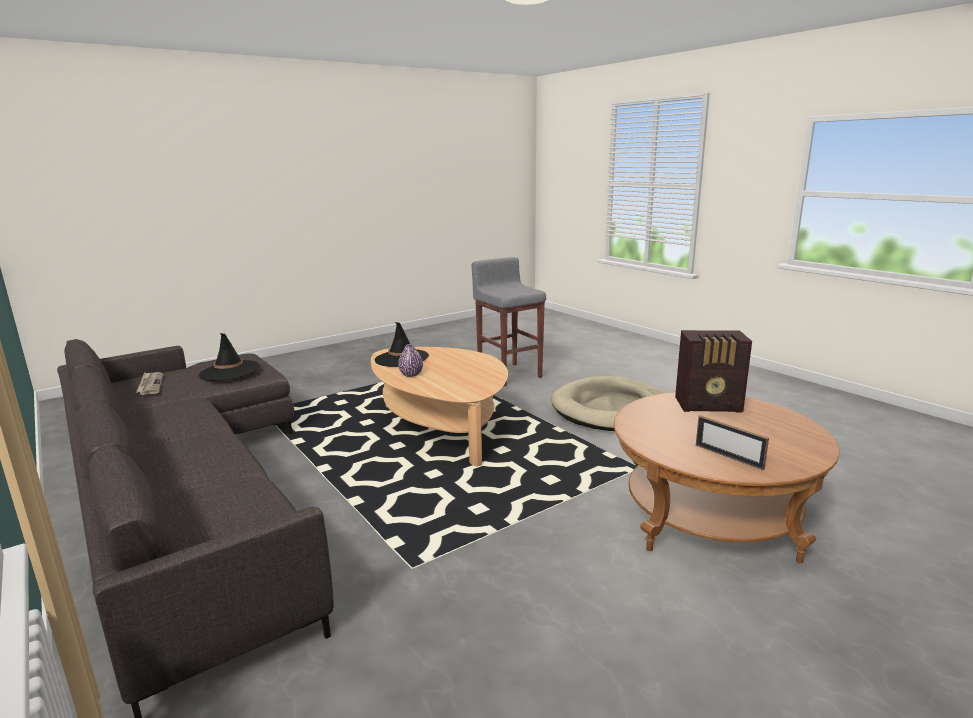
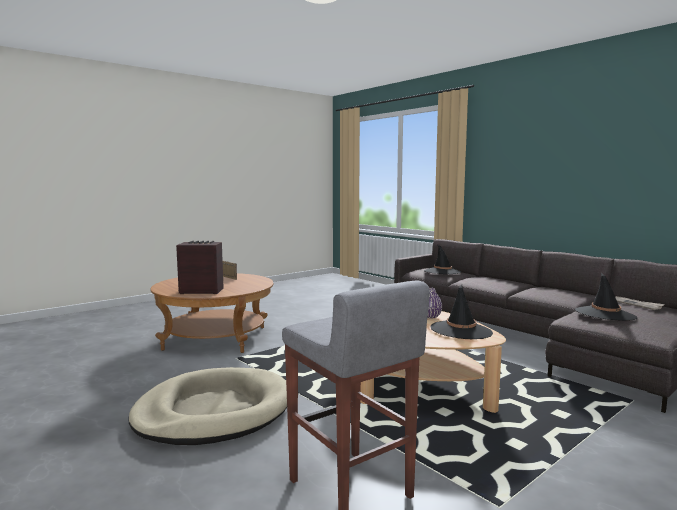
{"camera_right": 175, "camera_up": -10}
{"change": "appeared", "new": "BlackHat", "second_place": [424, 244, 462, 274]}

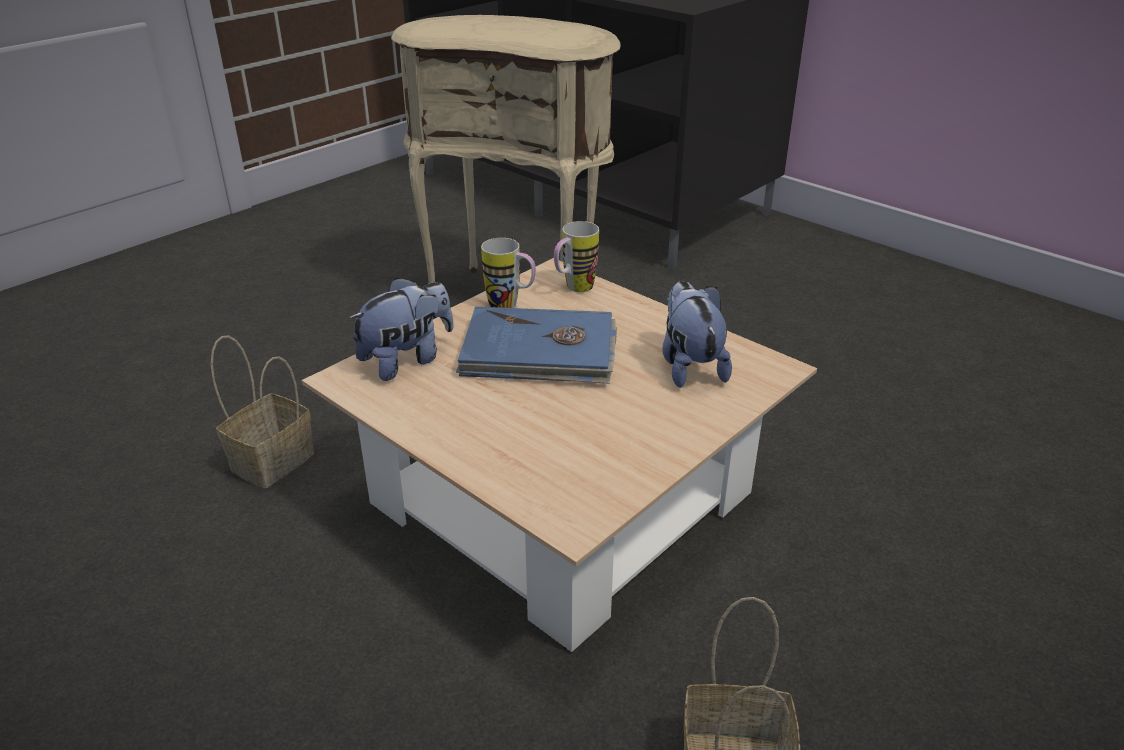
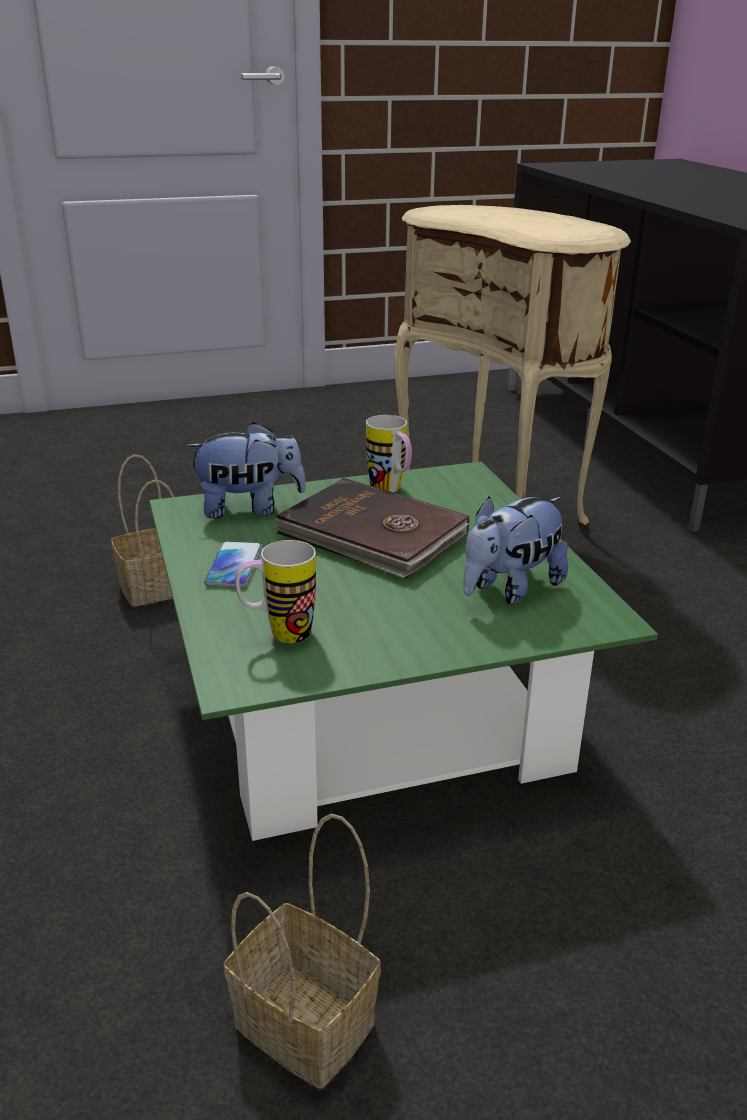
{"camera_right": 30, "camera_up": -5}
{"change": "appeared", "new": "Handset", "second_place": [204, 541, 262, 588]}
{"change": "relocated", "old": "Mug", "first_place": [554, 221, 599, 292], "second_place": [235, 540, 316, 643]}
{"change": "colour", "old": "BeigeColouredLoungeTable", "new": "GreenLoungeTable", "first_place": [302, 258, 817, 652], "second_place": [149, 461, 658, 841]}
{"change": "colour", "old": "BlueBook", "new": "BrownBook", "first_place": [456, 307, 617, 384], "second_place": [274, 478, 469, 579]}
{"change": "spun", "old": "SoftToy", "first_place": [662, 281, 732, 388], "second_place": [463, 496, 568, 604], "degrees": -150}

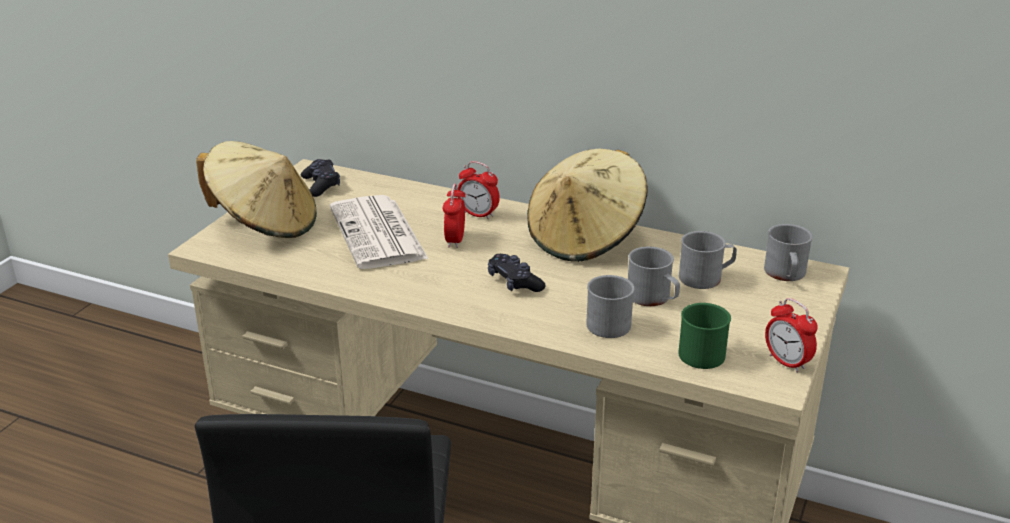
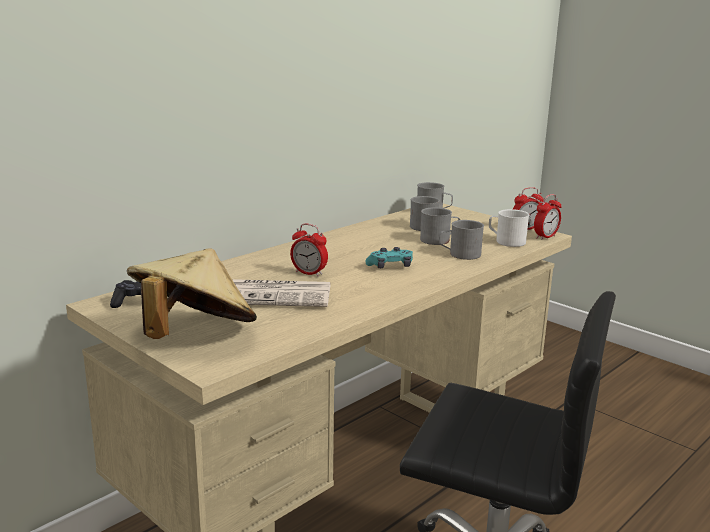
{"camera_right": -70, "camera_up": -10}
{"change": "missing", "old": "BeigeColouredHat", "first_place": [527, 149, 647, 262]}
{"change": "relocated", "old": "BedsideClock", "first_place": [457, 161, 500, 220], "second_place": [534, 194, 562, 240]}
{"change": "colour", "old": "BlackGamepad", "new": "TurquoiseGamepad", "first_place": [488, 254, 546, 292], "second_place": [366, 247, 413, 268]}
{"change": "colour", "old": "GreenMug", "new": "WhiteMug", "first_place": [679, 303, 731, 369], "second_place": [489, 209, 530, 247]}

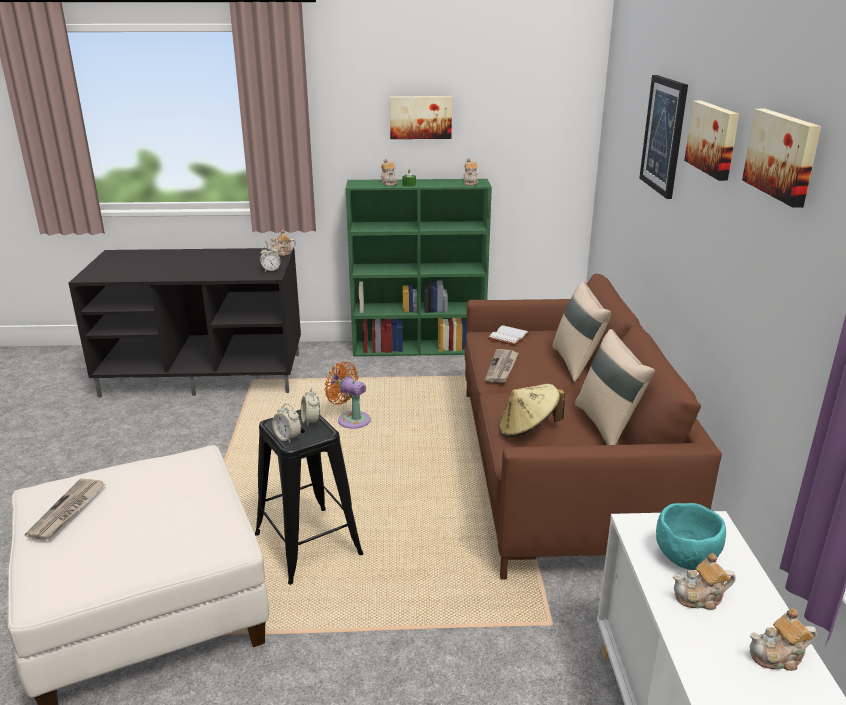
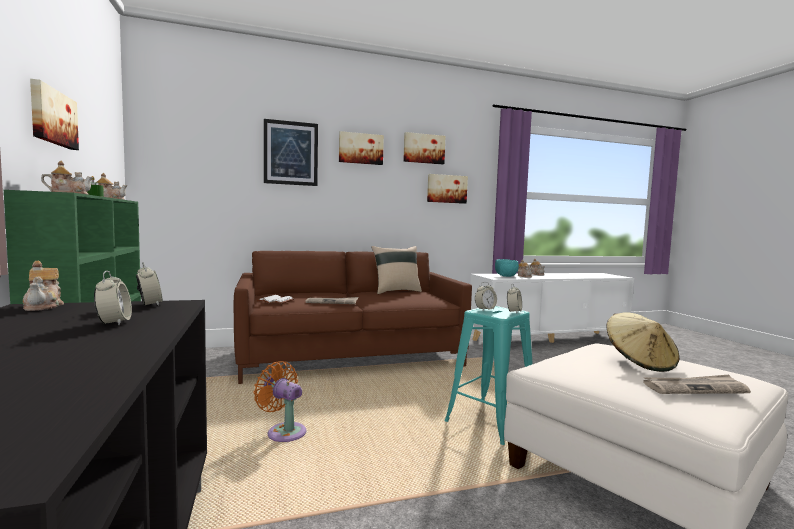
{"camera_right": -105, "camera_up": -20}
{"change": "missing", "old": "BeigeColouredThrowPillow", "first_place": [552, 281, 611, 382]}
{"change": "appeared", "new": "BedsideClock", "second_place": [94, 271, 132, 325]}
{"change": "appeared", "new": "WallArt", "second_place": [427, 174, 468, 204]}
{"change": "relocated", "old": "BeigeColouredHat", "first_place": [499, 384, 565, 438], "second_place": [607, 312, 679, 372]}
{"change": "colour", "old": "BlackStoolSeat", "new": "TurquoiseStoolSeat", "first_place": [255, 409, 364, 585], "second_place": [444, 306, 532, 445]}
{"change": "spun", "old": "OrangeFan", "first_place": [324, 362, 371, 429], "second_place": [254, 361, 307, 442], "degrees": 105}

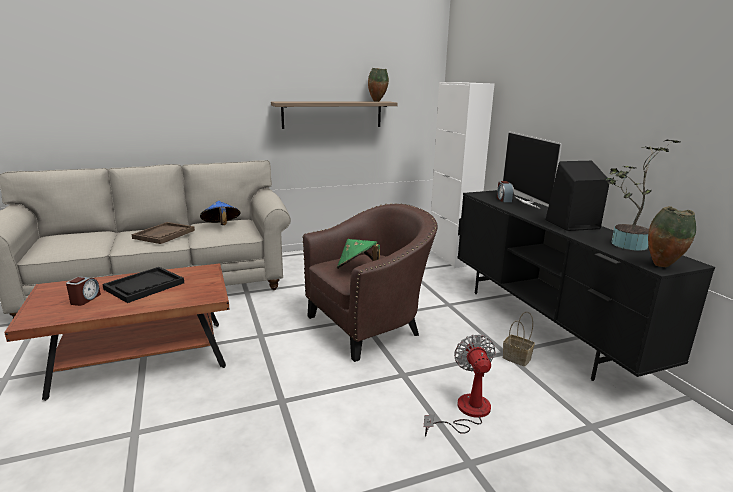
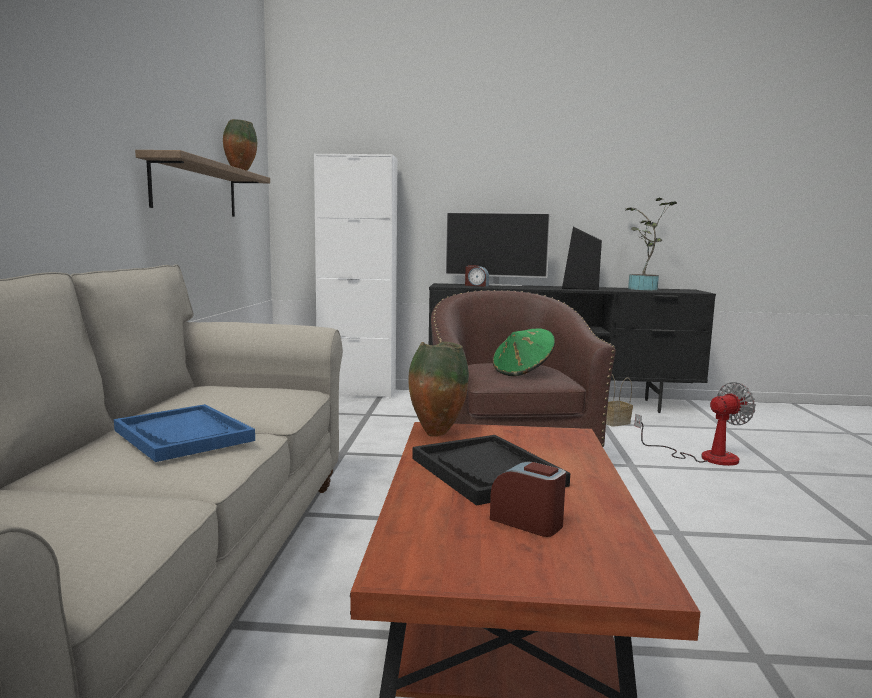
{"camera_right": -65, "camera_up": -10}
{"change": "missing", "old": "BlueHat", "first_place": [200, 201, 241, 225]}
{"change": "relocated", "old": "Vase", "first_place": [648, 206, 696, 267], "second_place": [408, 342, 469, 437]}
{"change": "colour", "old": "BrownTray", "new": "BlueTray", "first_place": [131, 222, 195, 244], "second_place": [114, 404, 255, 462]}
{"change": "spun", "old": "Fan", "first_place": [424, 334, 496, 437], "second_place": [634, 382, 756, 466], "degrees": 135}

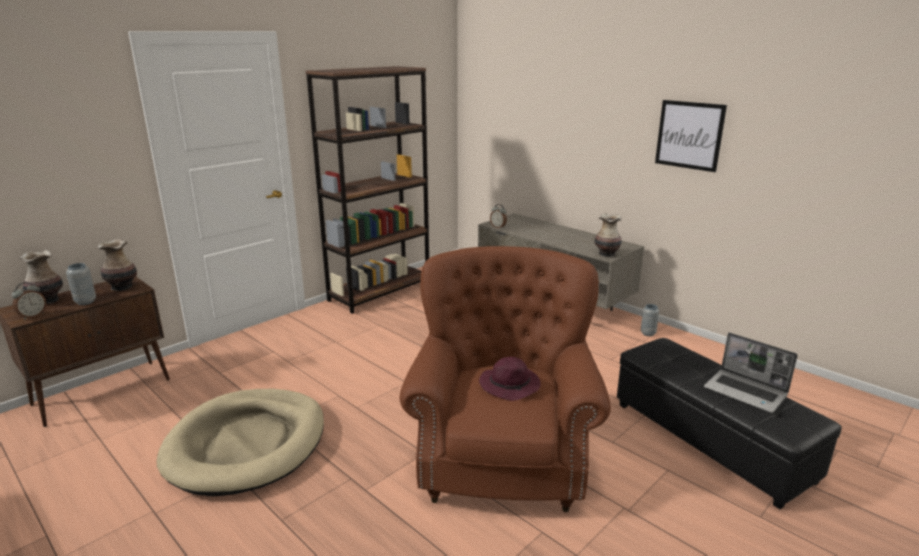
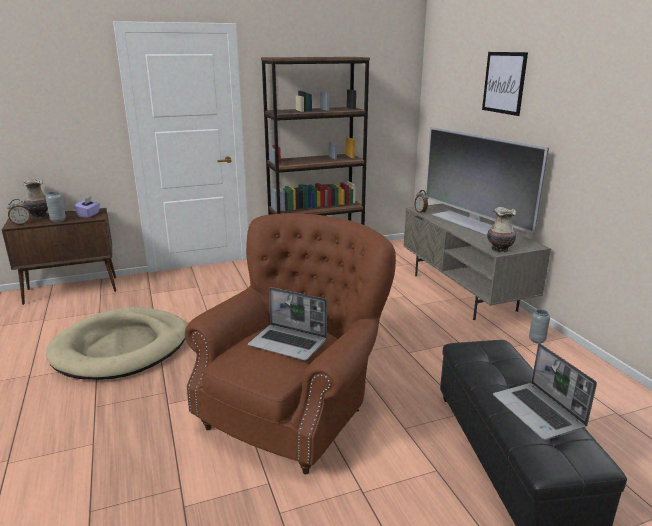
{"camera_right": 25, "camera_up": 0}
{"change": "appeared", "new": "Television", "second_place": [425, 127, 549, 235]}
{"change": "relocated", "old": "WallArt", "first_place": [655, 100, 727, 172], "second_place": [482, 52, 528, 116]}
{"change": "exchanged", "old": "Vase", "new": "PurpleTissueBox", "first_place": [98, 239, 137, 291], "second_place": [74, 196, 100, 218]}
{"change": "exchanged", "old": "PurpleHat", "new": "PortableComputer", "first_place": [479, 357, 541, 401], "second_place": [248, 287, 327, 361]}

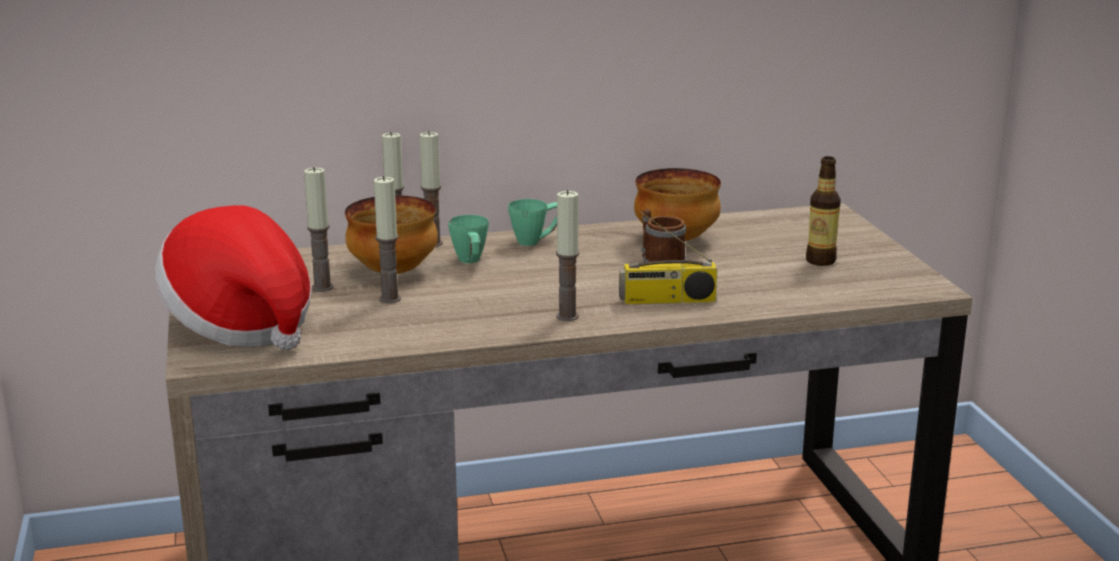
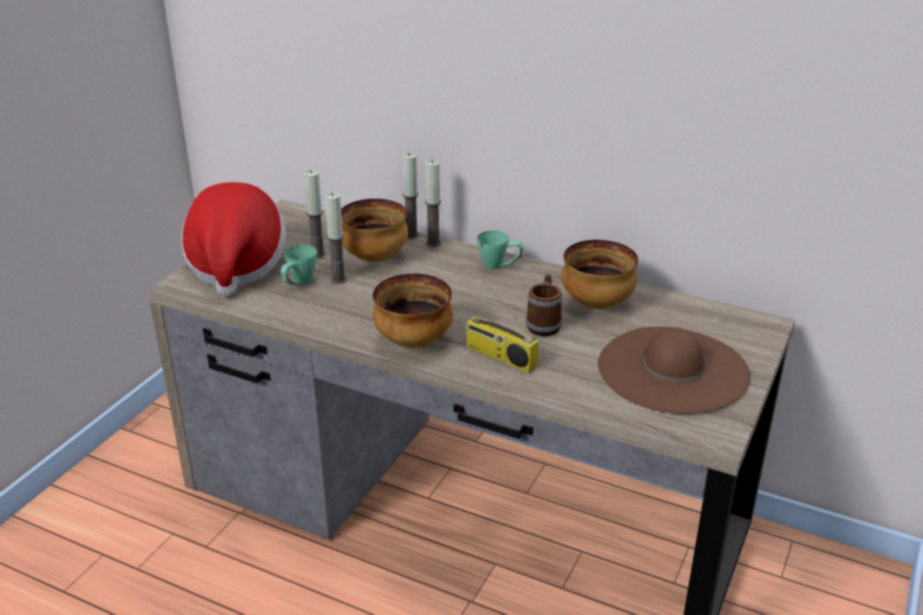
{"camera_right": 40, "camera_up": 10}
{"change": "relocated", "old": "GreenMug", "first_place": [448, 215, 489, 263], "second_place": [280, 244, 317, 285]}
{"change": "exchanged", "old": "Candle", "new": "Bowl", "first_place": [556, 190, 579, 321], "second_place": [373, 274, 453, 348]}
{"change": "exchanged", "old": "Bottle", "new": "BrownHat", "first_place": [806, 156, 841, 266], "second_place": [598, 326, 750, 414]}

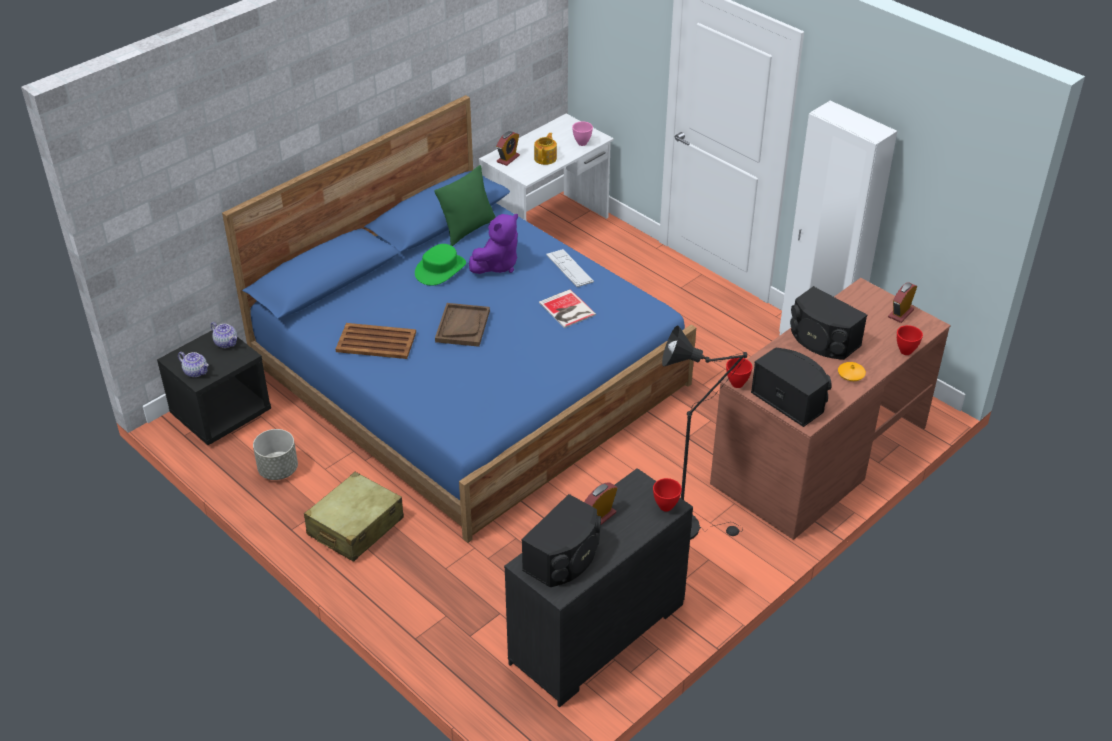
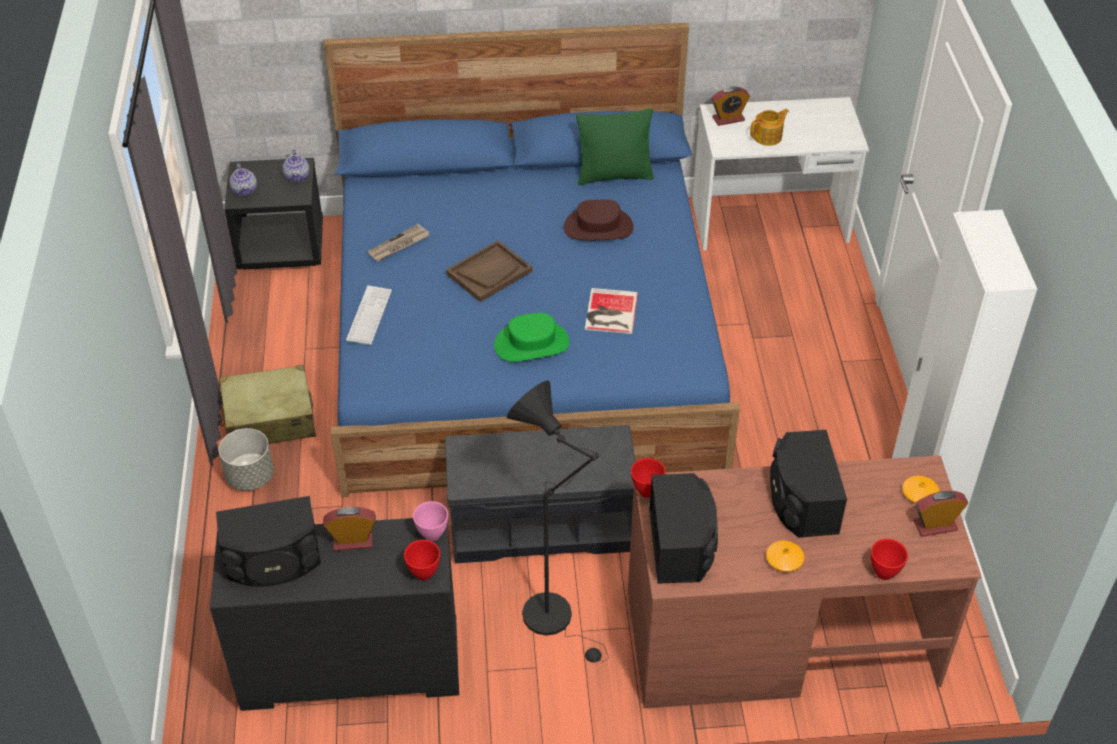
{"camera_right": 40, "camera_up": 5}
{"change": "appeared", "new": "GreyLongSeat", "second_place": [445, 425, 635, 564]}
{"change": "appeared", "new": "OrangeVase", "second_place": [903, 476, 940, 504]}
{"change": "relocated", "old": "GreyFlowerPot", "first_place": [253, 429, 298, 480], "second_place": [219, 428, 274, 491]}
{"change": "relocated", "old": "GreenHat", "first_place": [415, 244, 466, 286], "second_place": [494, 313, 570, 362]}
{"change": "relocated", "old": "ComputerKeyboard", "first_place": [546, 249, 594, 287], "second_place": [346, 285, 392, 345]}
{"change": "relocated", "old": "PinkBowl", "first_place": [572, 121, 593, 146], "second_place": [413, 501, 448, 541]}
{"change": "exchanged", "old": "BrownTray", "new": "PrintedPaper", "first_place": [336, 323, 416, 359], "second_place": [367, 224, 429, 261]}
{"change": "exchanged", "old": "PurpleSoftToy", "new": "BrownHat", "first_place": [469, 214, 518, 274], "second_place": [564, 200, 634, 240]}

